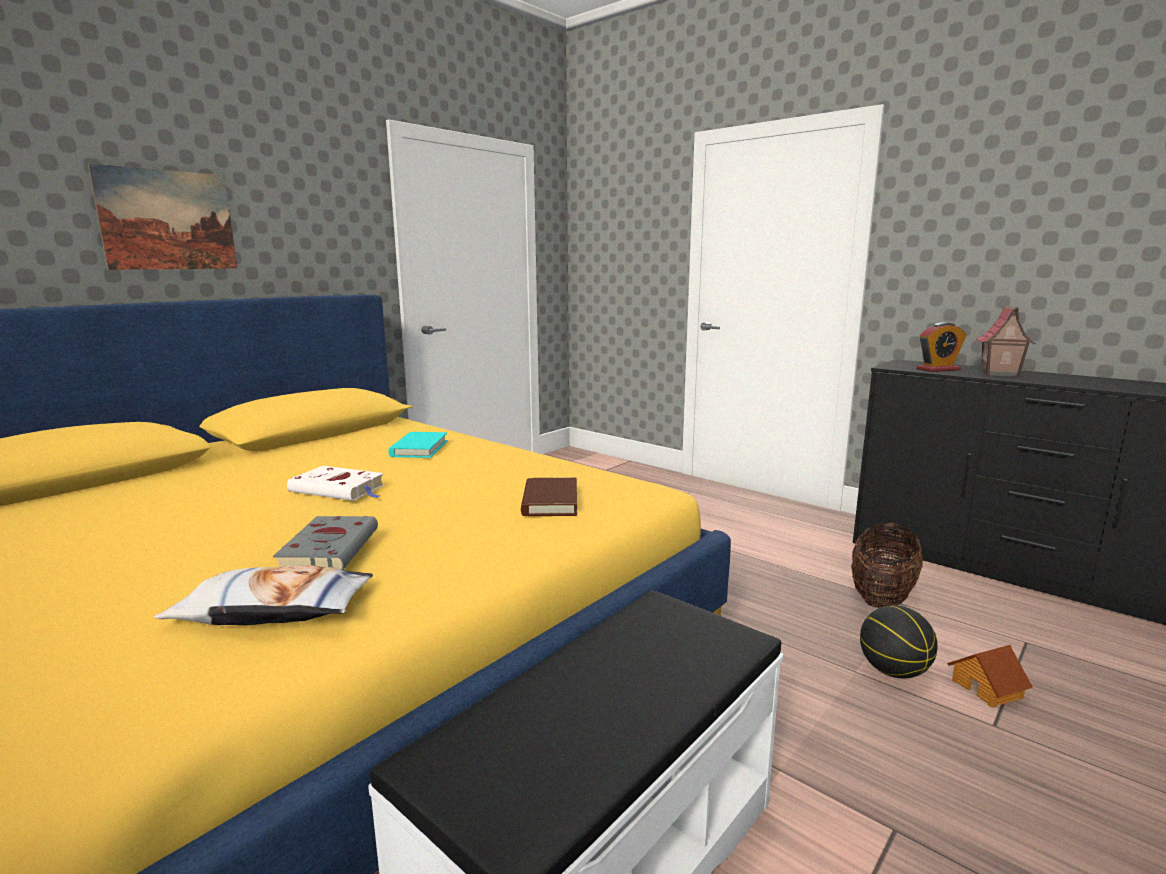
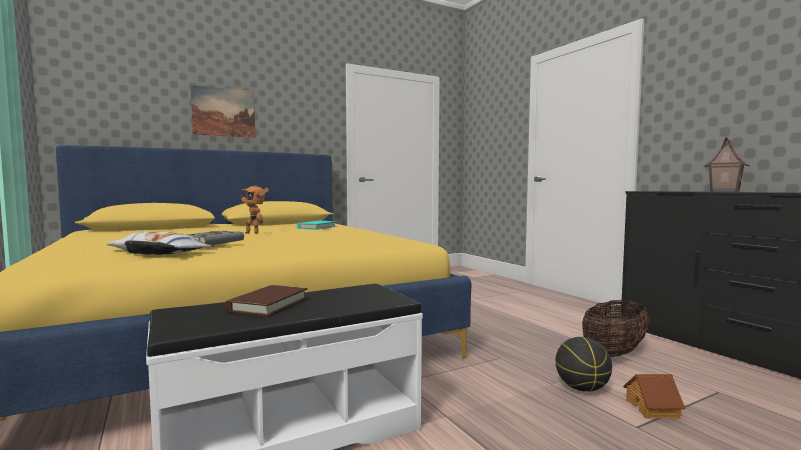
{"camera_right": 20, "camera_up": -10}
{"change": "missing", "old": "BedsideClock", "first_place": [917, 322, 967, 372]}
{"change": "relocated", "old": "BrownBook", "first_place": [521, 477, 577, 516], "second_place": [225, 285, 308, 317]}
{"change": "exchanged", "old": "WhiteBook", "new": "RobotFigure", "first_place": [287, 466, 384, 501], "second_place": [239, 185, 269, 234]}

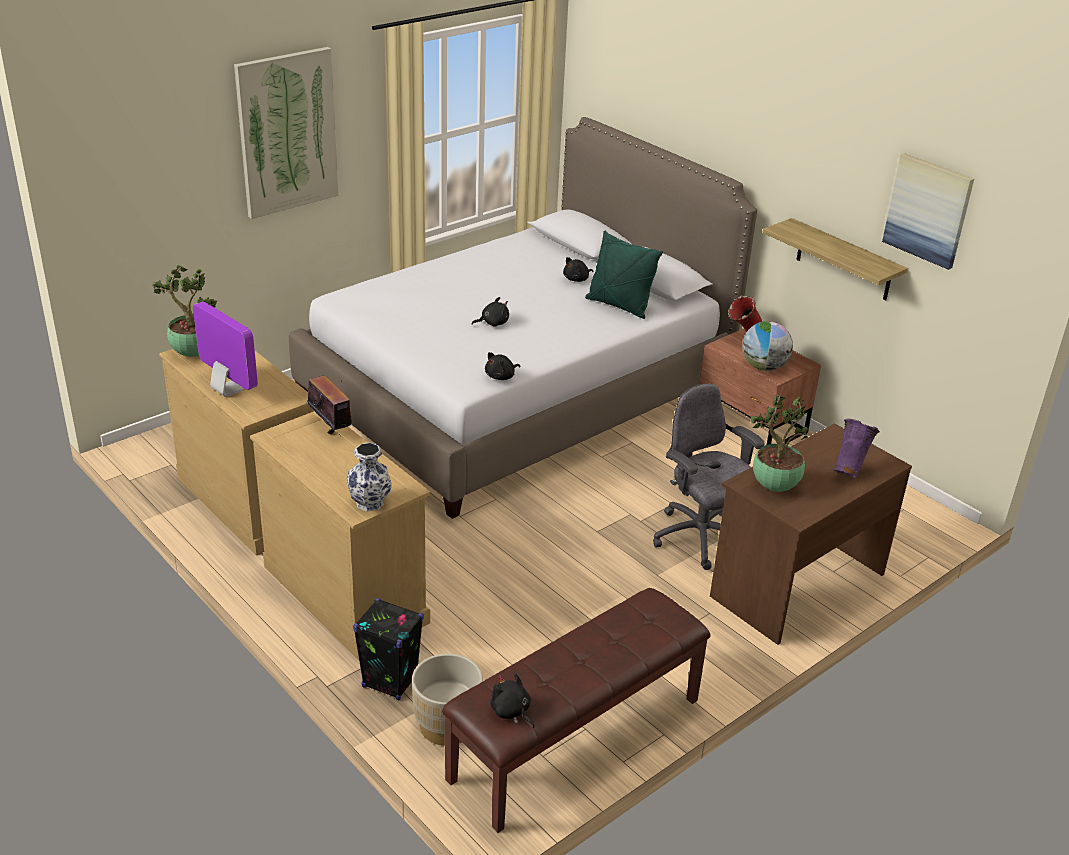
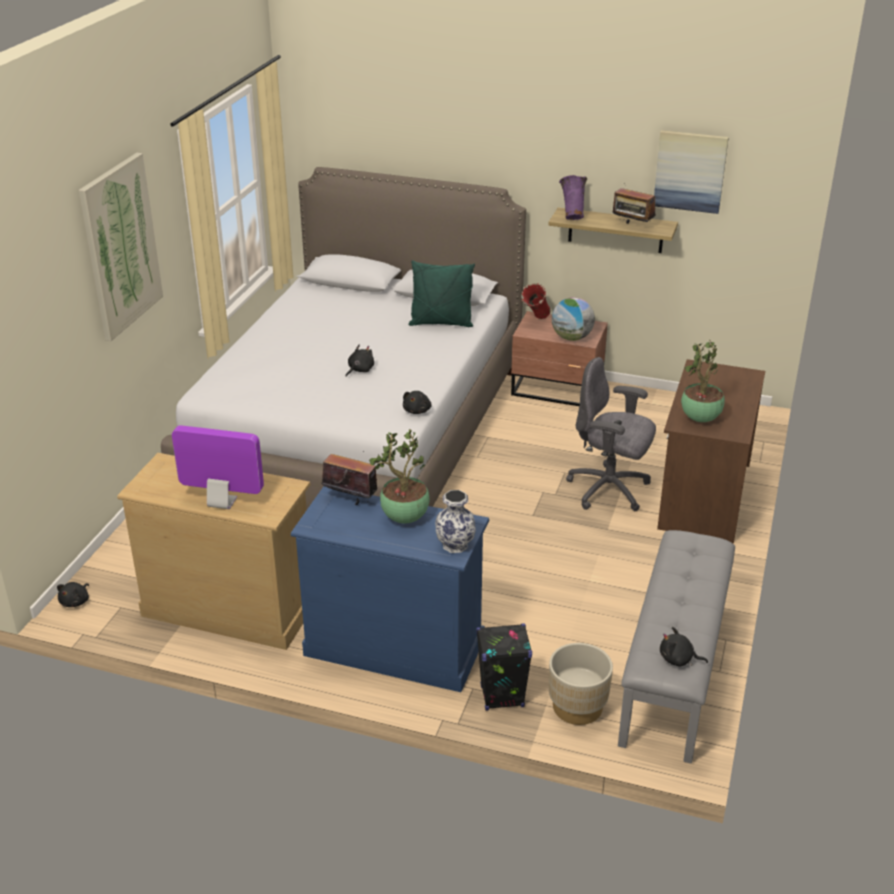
{"camera_right": -30, "camera_up": 0}
{"change": "appeared", "new": "RadioSet", "second_place": [613, 183, 656, 224]}
{"change": "relocated", "old": "PlantInAPot", "first_place": [153, 265, 217, 357], "second_place": [369, 429, 430, 524]}
{"change": "relocated", "old": "BlackSoftToy", "first_place": [563, 257, 593, 282], "second_place": [57, 582, 89, 607]}
{"change": "relocated", "old": "PurpleVase", "first_place": [834, 418, 880, 478], "second_place": [559, 175, 587, 220]}
{"change": "colour", "old": "BeigeColouredChestOfDrawers", "new": "BlueChestOfDrawers", "first_place": [250, 411, 432, 660], "second_place": [291, 486, 489, 692]}
{"change": "colour", "old": "BrownLongSeat", "new": "GreyLongSeat", "first_place": [442, 588, 711, 833], "second_place": [618, 530, 735, 764]}

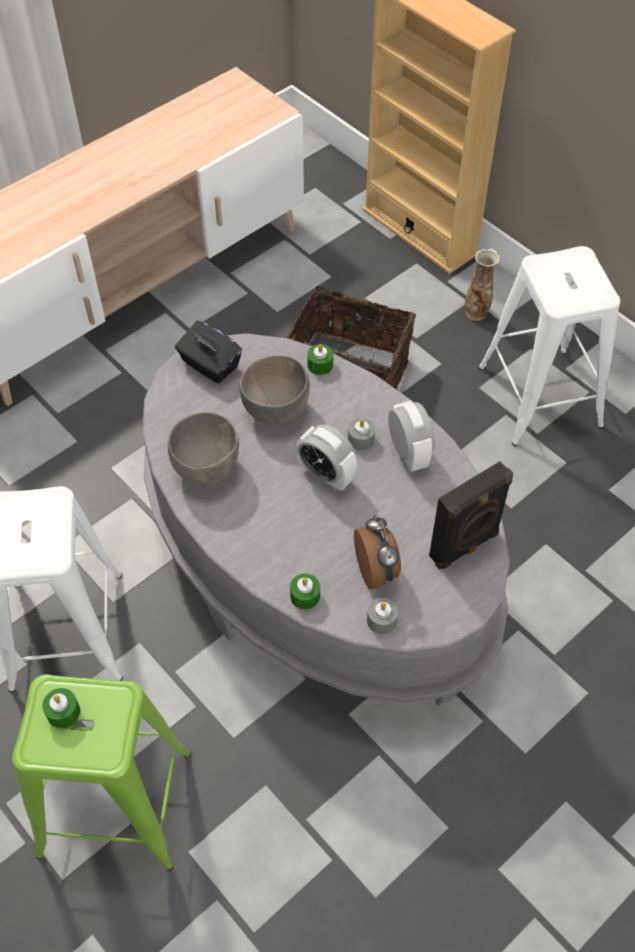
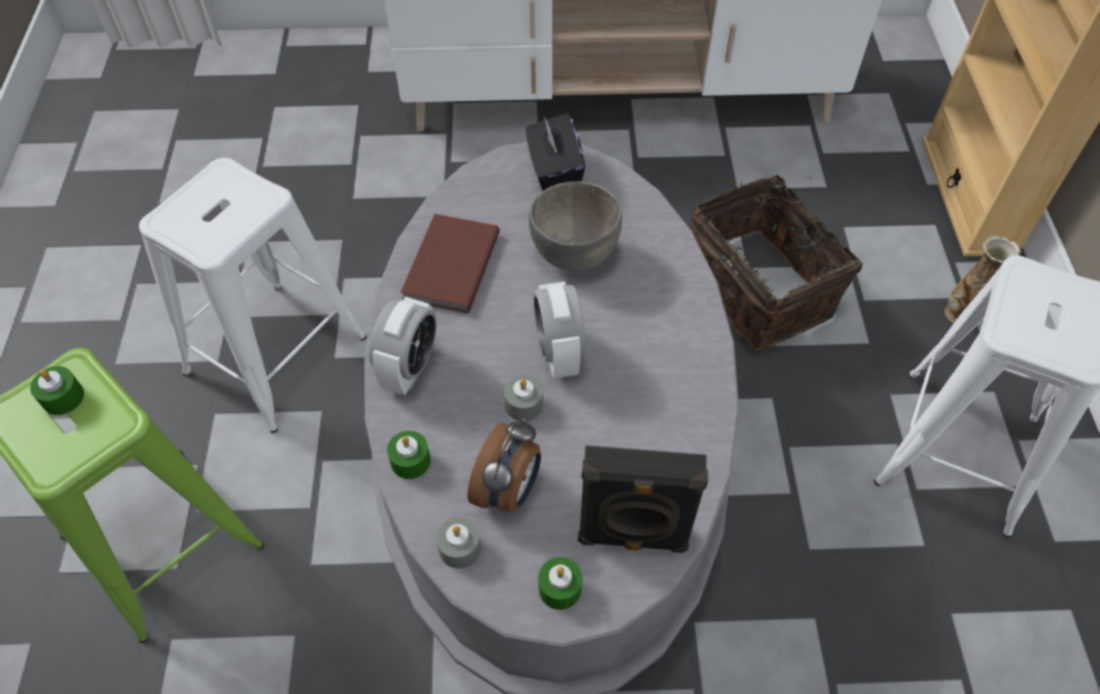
{"camera_right": 40, "camera_up": 0}
{"change": "relocated", "old": "GreenCandle", "first_place": [307, 344, 333, 375], "second_place": [538, 557, 582, 610]}
{"change": "relocated", "old": "GreyCandle", "first_place": [348, 418, 375, 451], "second_place": [504, 375, 543, 421]}
{"change": "relocated", "old": "BedsideClock", "first_place": [388, 400, 435, 472], "second_place": [369, 297, 437, 395]}
{"change": "exchanged", "old": "GreyBowl", "new": "BrownBook", "first_place": [168, 412, 239, 485], "second_place": [400, 214, 500, 313]}

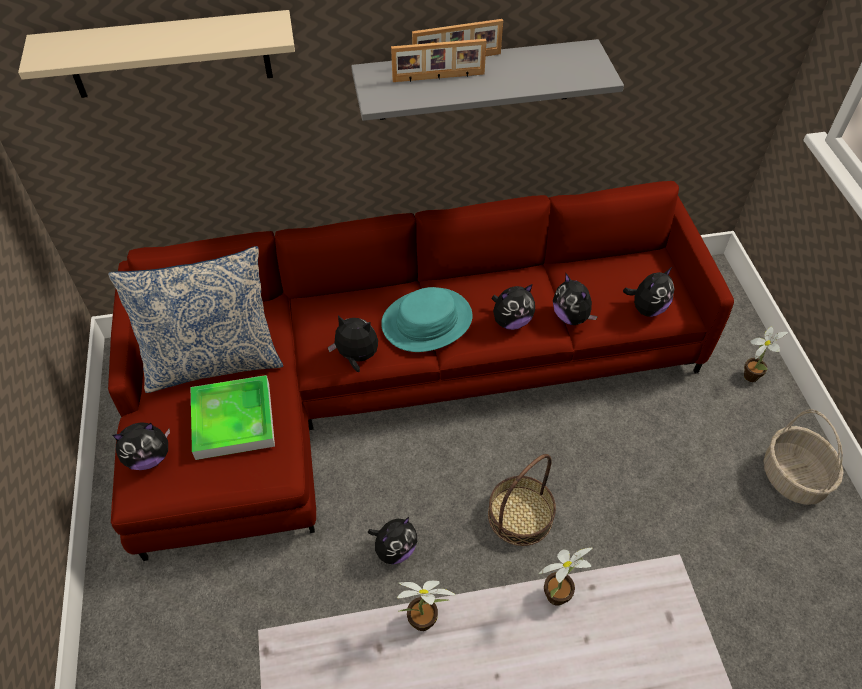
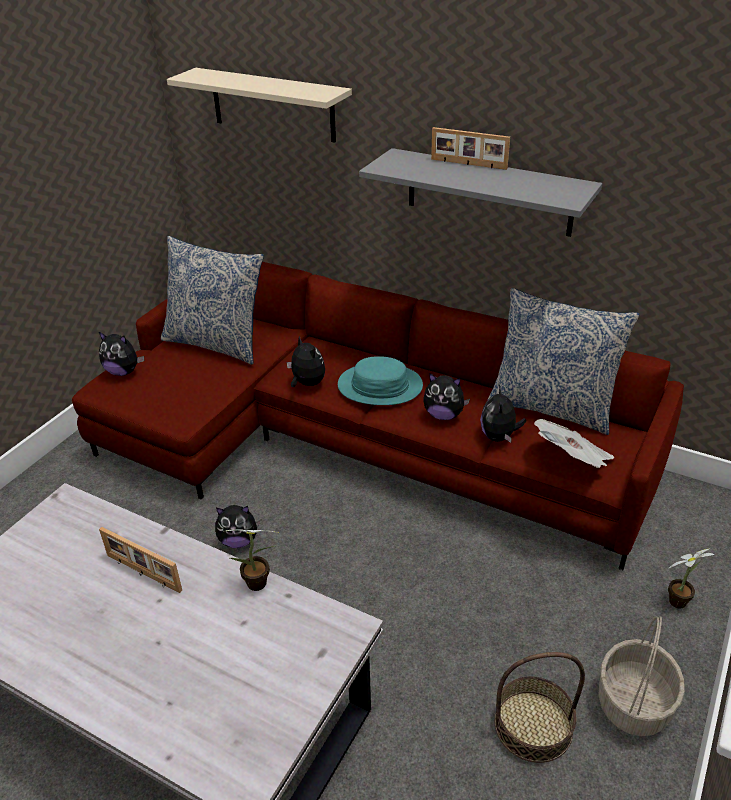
{"camera_right": 40, "camera_up": -15}
{"change": "missing", "old": "Tray", "first_place": [190, 375, 275, 460]}
{"change": "missing", "old": "PlantInAPot", "first_place": [397, 581, 455, 631]}
{"change": "appeared", "new": "ThrowPillow", "second_place": [488, 288, 639, 435]}
{"change": "relocated", "old": "StandingFrame", "first_place": [391, 39, 486, 82], "second_place": [99, 527, 182, 593]}
{"change": "relocated", "old": "Basket", "first_place": [488, 454, 556, 546], "second_place": [495, 652, 585, 763]}
{"change": "exchanged", "old": "SoftToy", "new": "PrintedPaper", "first_place": [623, 267, 674, 317], "second_place": [534, 419, 615, 468]}

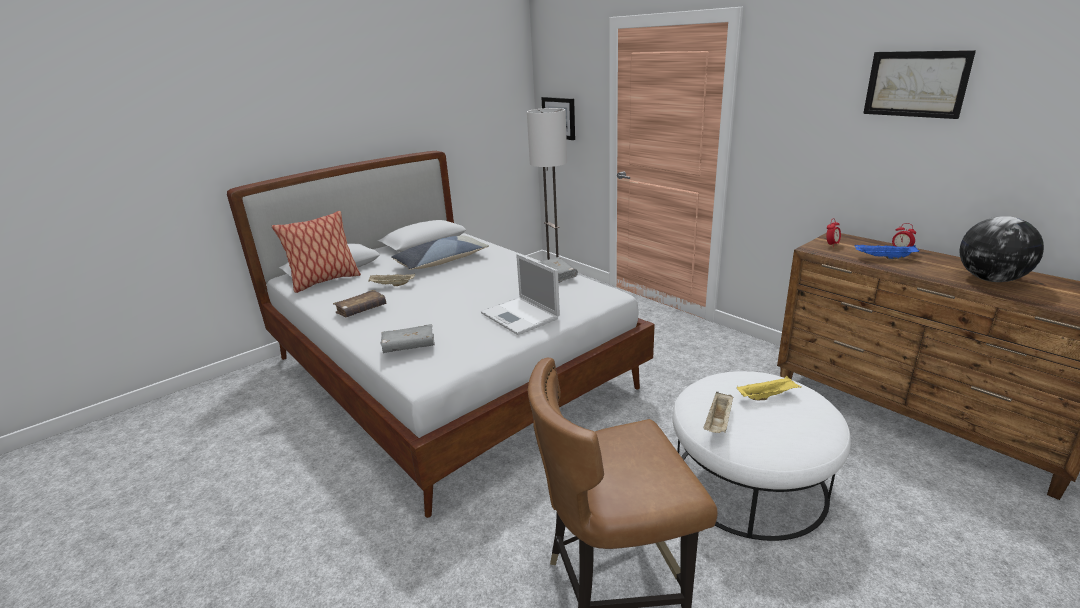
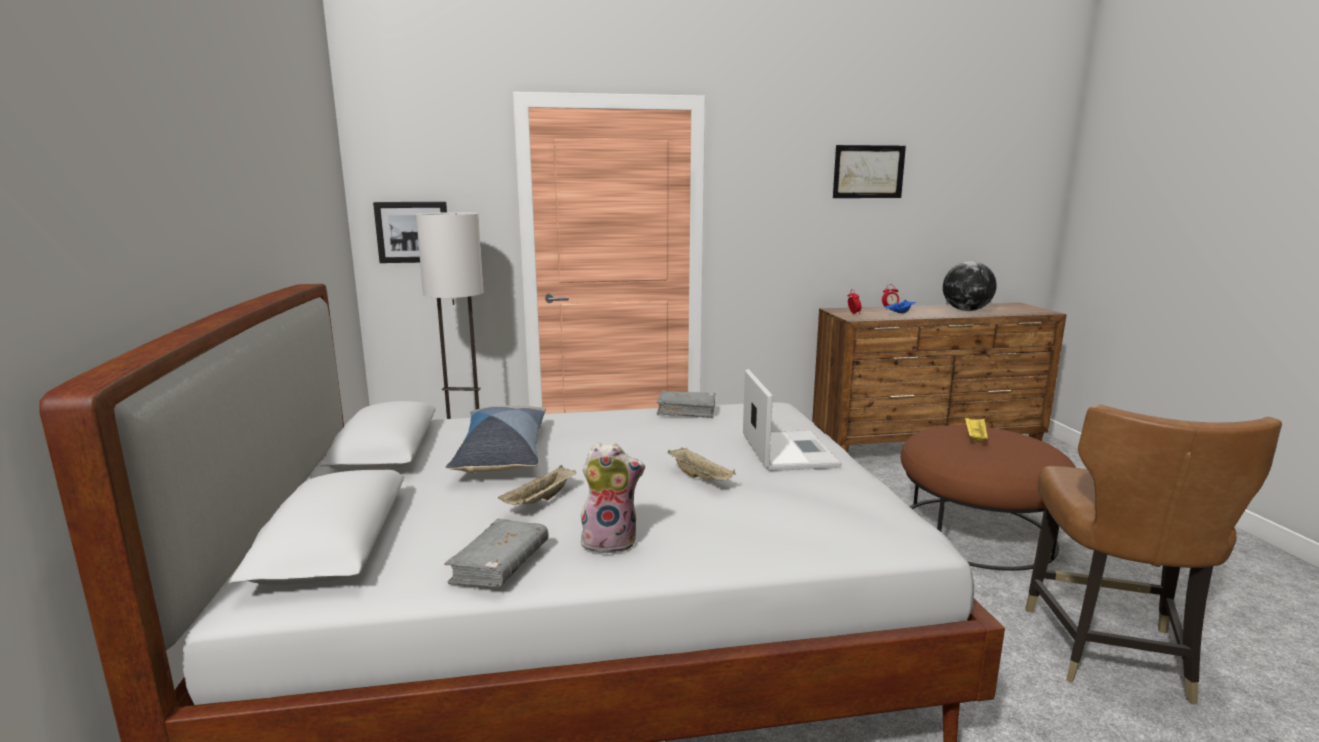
{"camera_right": -60, "camera_up": -10}
{"change": "missing", "old": "ThrowPillow", "first_place": [272, 211, 361, 293]}
{"change": "relocated", "old": "GreyBook", "first_place": [381, 324, 435, 353], "second_place": [444, 519, 549, 587]}
{"change": "relocated", "old": "BeigeColouredTray", "first_place": [704, 391, 733, 433], "second_place": [668, 447, 736, 481]}
{"change": "exchanged", "old": "BrownBook", "new": "SoftToy", "first_place": [333, 290, 386, 317], "second_place": [579, 442, 645, 554]}
{"change": "colour", "old": "WhiteOttoman", "new": "BrownOttoman", "first_place": [673, 371, 851, 541], "second_place": [901, 425, 1076, 571]}
{"change": "spun", "old": "PortableComputer", "first_place": [481, 254, 560, 335], "second_place": [743, 369, 842, 471], "degrees": -90}

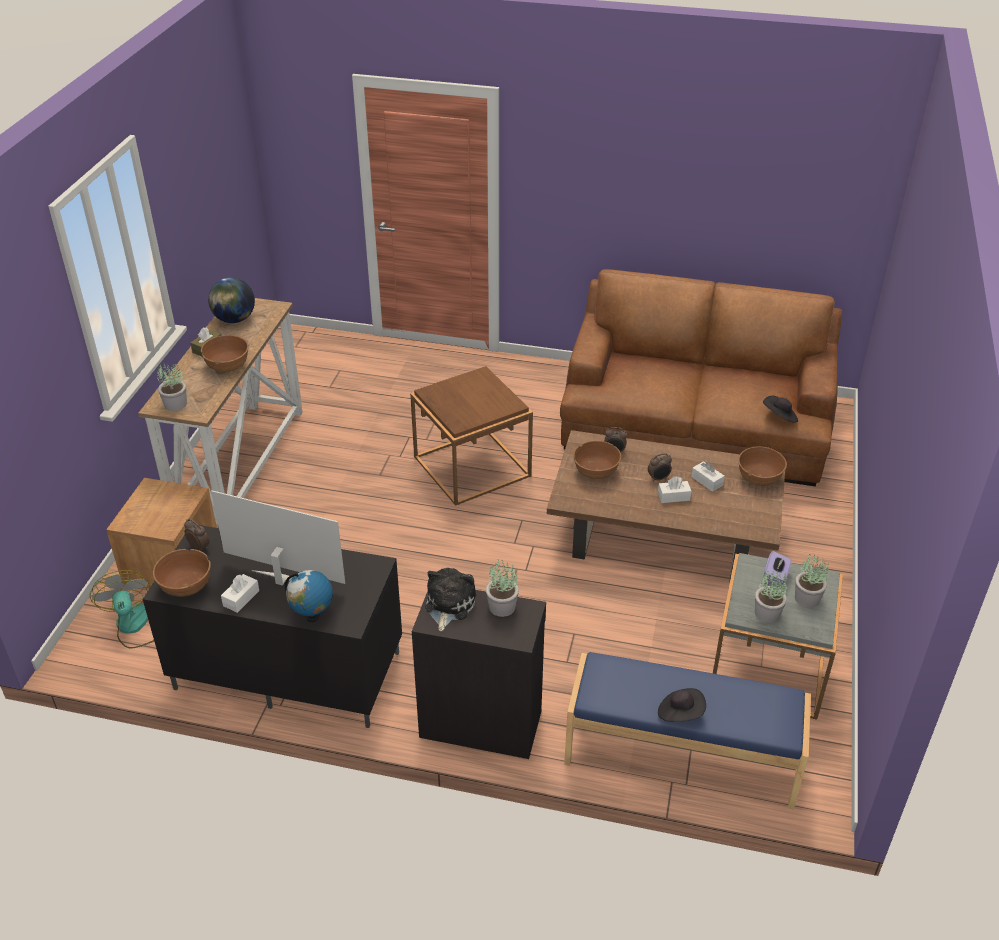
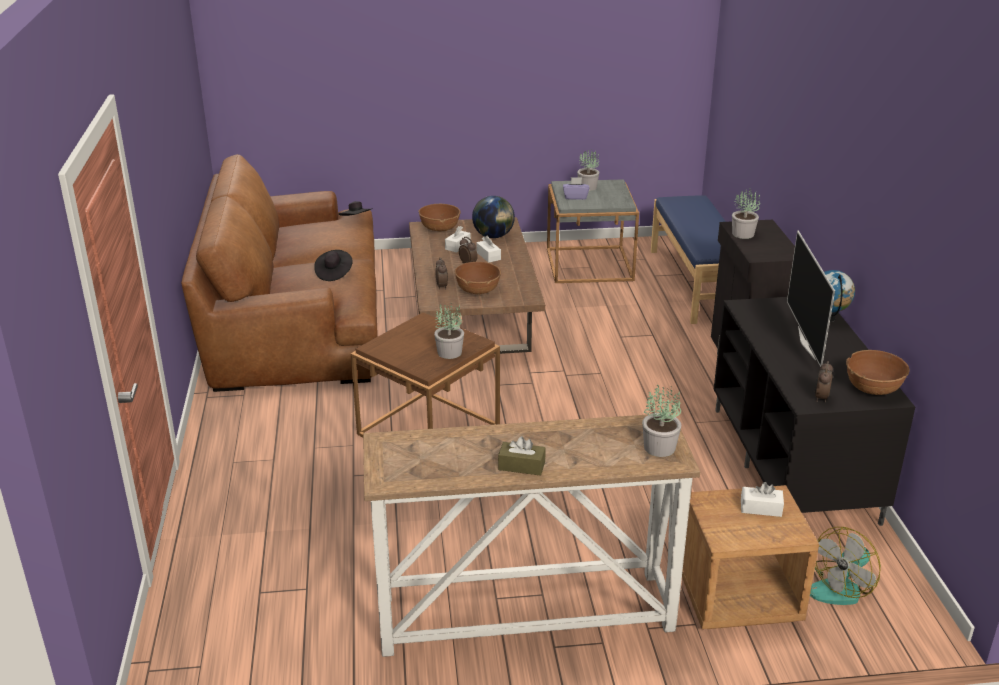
{"camera_right": -110, "camera_up": -10}
{"change": "missing", "old": "BrownBowl", "first_place": [201, 335, 249, 372]}
{"change": "missing", "old": "SoftToy", "first_place": [425, 568, 476, 631]}
{"change": "relocated", "old": "DeskGlobe", "first_place": [208, 278, 255, 323], "second_place": [472, 196, 515, 238]}
{"change": "relocated", "old": "WhiteTissueBox", "first_place": [221, 574, 259, 613], "second_place": [741, 482, 784, 517]}
{"change": "relocated", "old": "BlackHat", "first_place": [658, 688, 706, 722], "second_place": [314, 250, 353, 281]}
{"change": "relocated", "old": "PlantInAPot", "first_place": [755, 570, 787, 623], "second_place": [434, 303, 464, 359]}

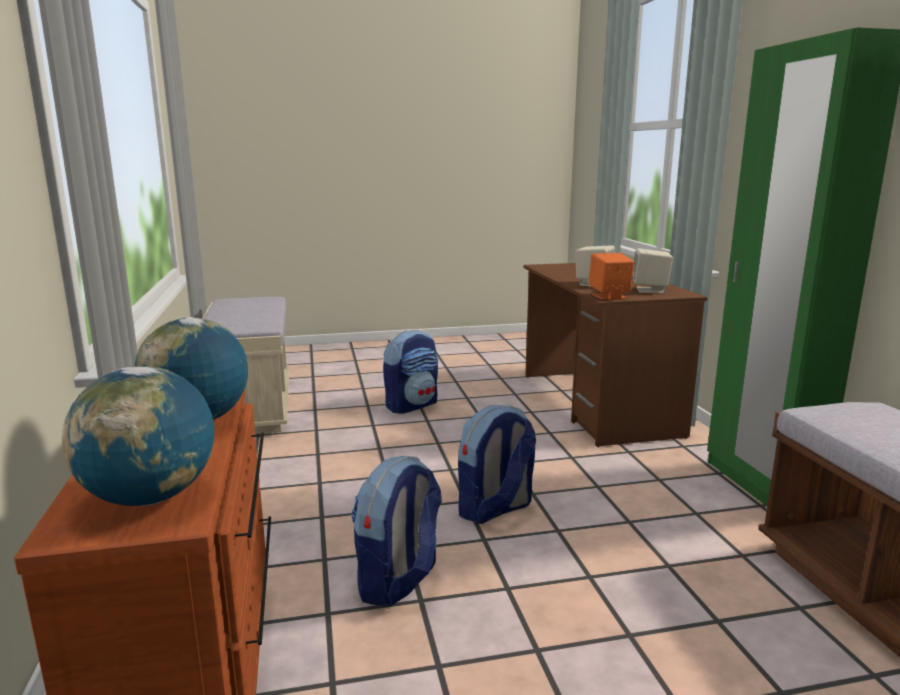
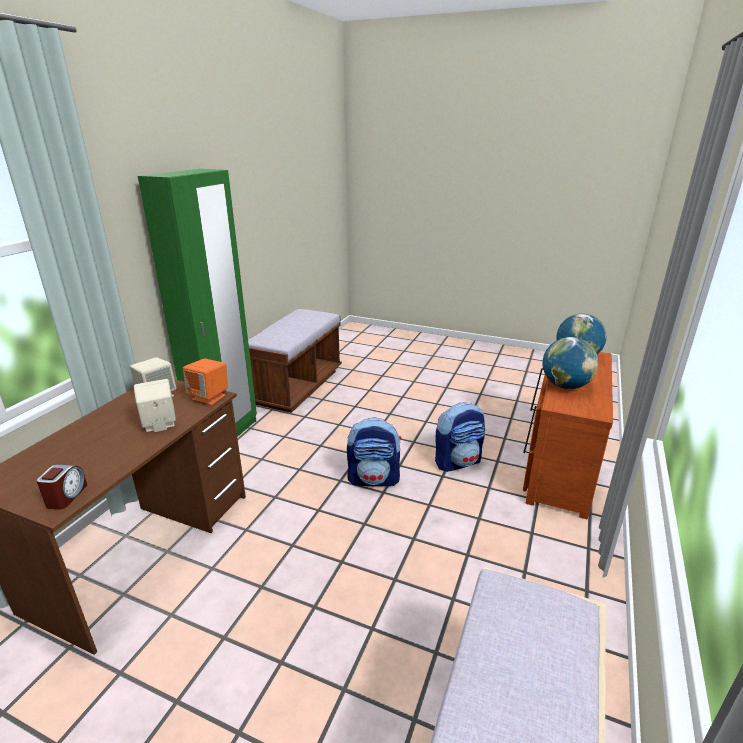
{"camera_right": -145, "camera_up": 10}
{"change": "missing", "old": "Knapsack", "first_place": [383, 329, 438, 414]}
{"change": "appeared", "new": "BedsideClock", "second_place": [37, 465, 87, 510]}

